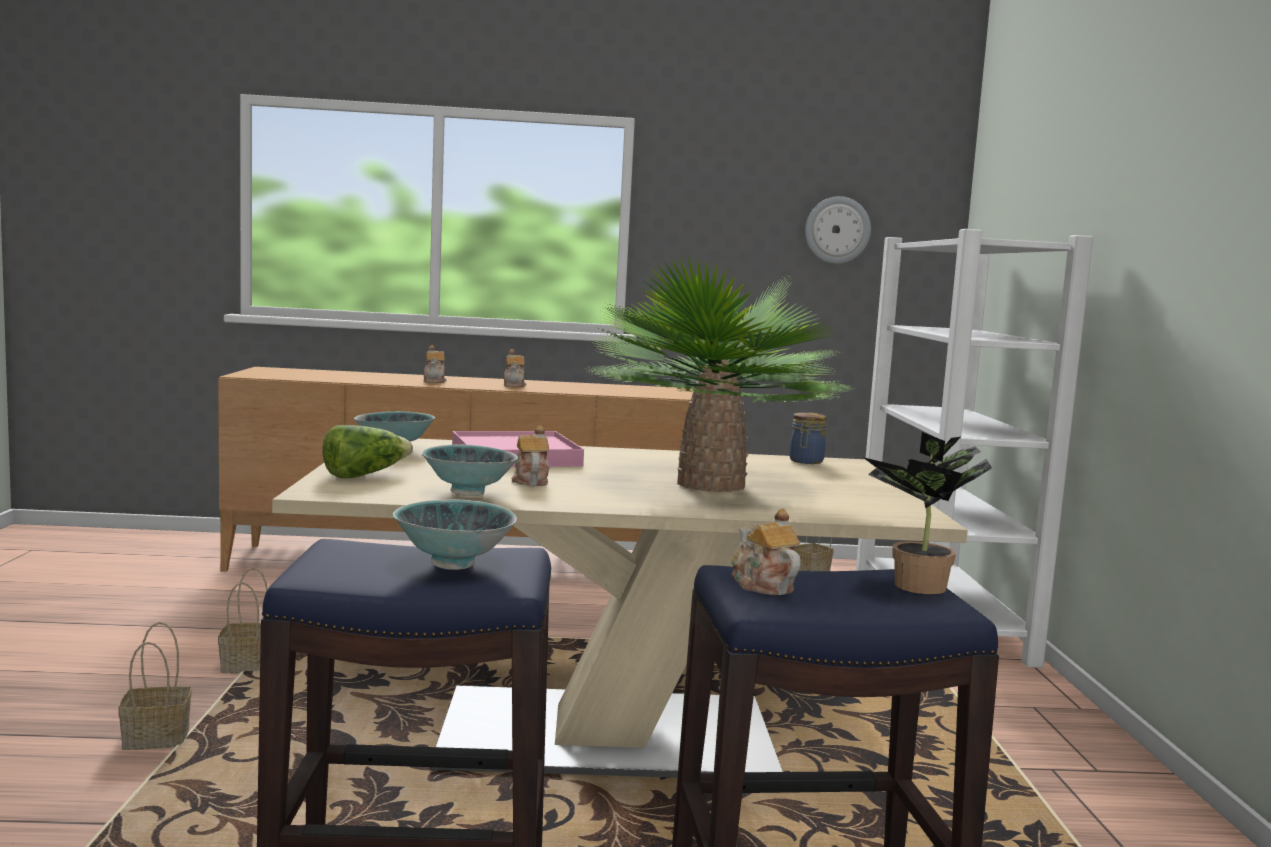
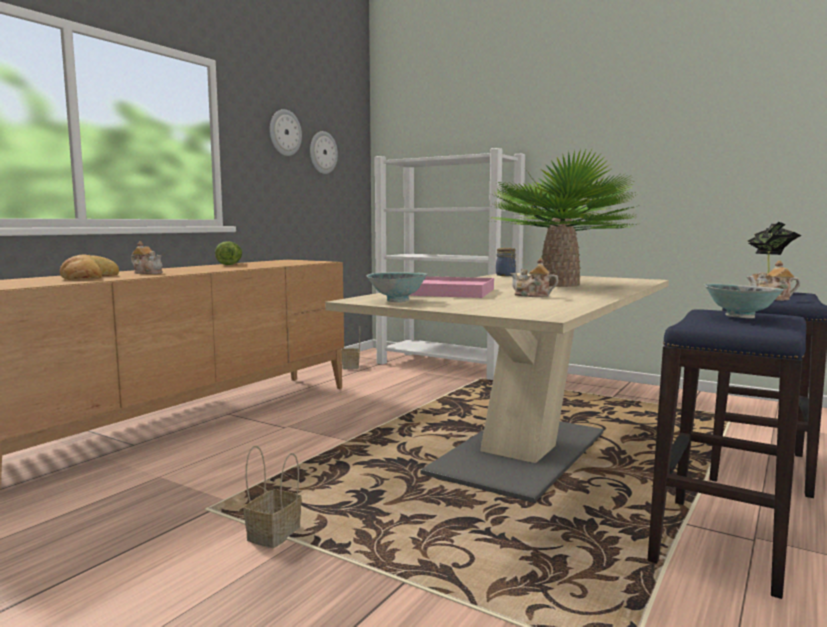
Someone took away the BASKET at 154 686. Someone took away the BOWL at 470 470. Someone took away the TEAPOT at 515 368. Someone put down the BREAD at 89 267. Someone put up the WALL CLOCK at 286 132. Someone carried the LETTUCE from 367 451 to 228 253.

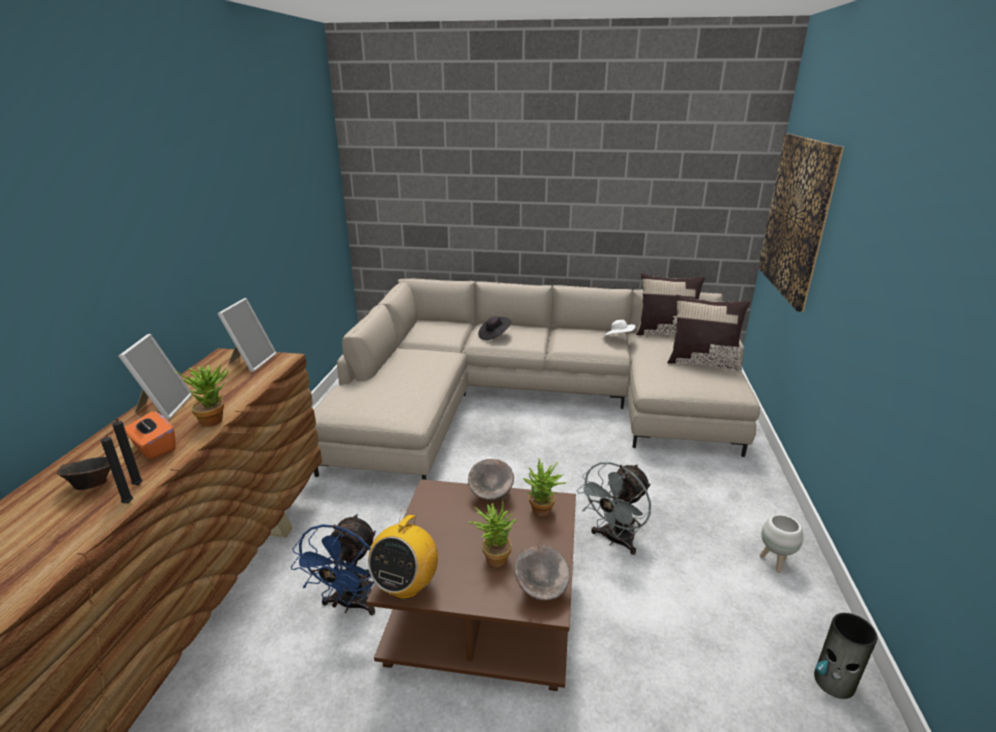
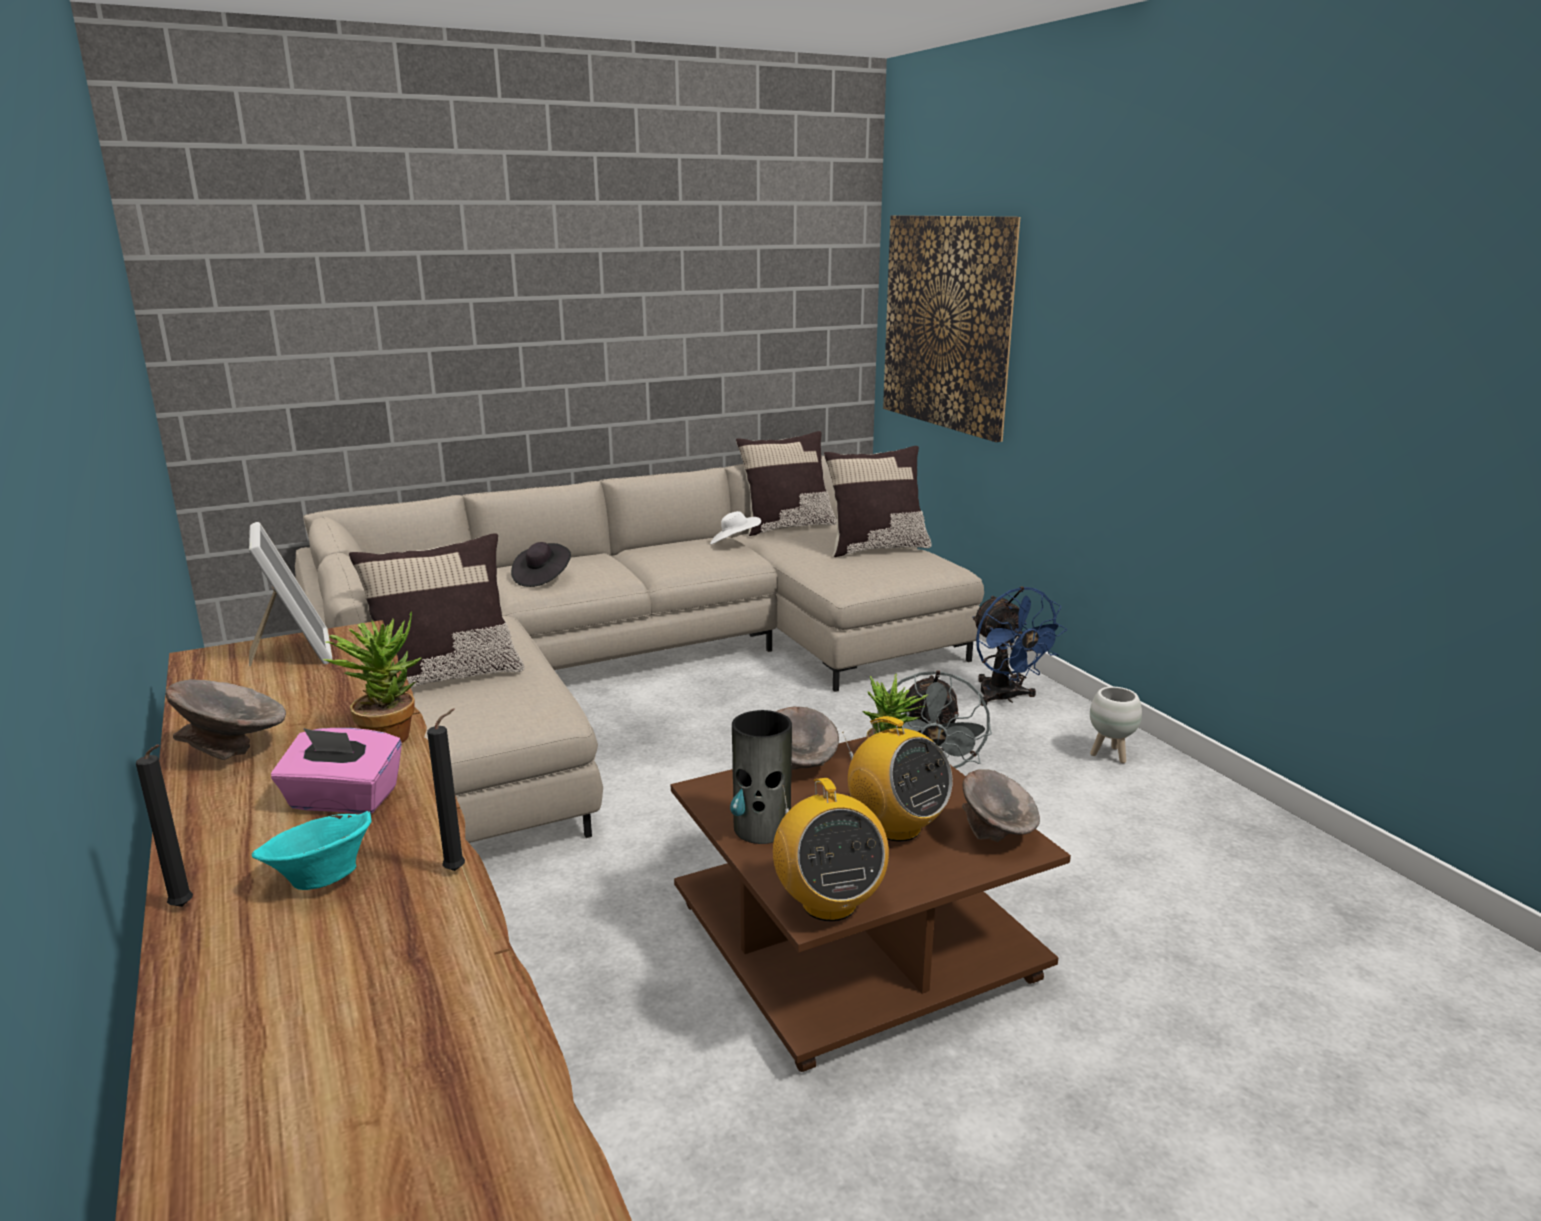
Someone put down the PILLOW at 437 610. Someone carried the BLACK CANDLE from 127 452 to 164 826. Someone carried the BLUE FAN from 333 564 to 1019 646. Someone carried the VASE from 846 656 to 761 777. Someone swapped the PICTURE FRAME at 155 377 for the GREY BOWL at 226 719. Someone swapped the POTTED PLANT at 492 533 for the RADIO at 897 779. Someone repainted the BROWN BOWL at 84 473, which became the TURQUOISE BOWL at 311 850. Someone repainted the ORANGE TISSUE BOX at 149 435, which became the PINK TISSUE BOX at 336 771.

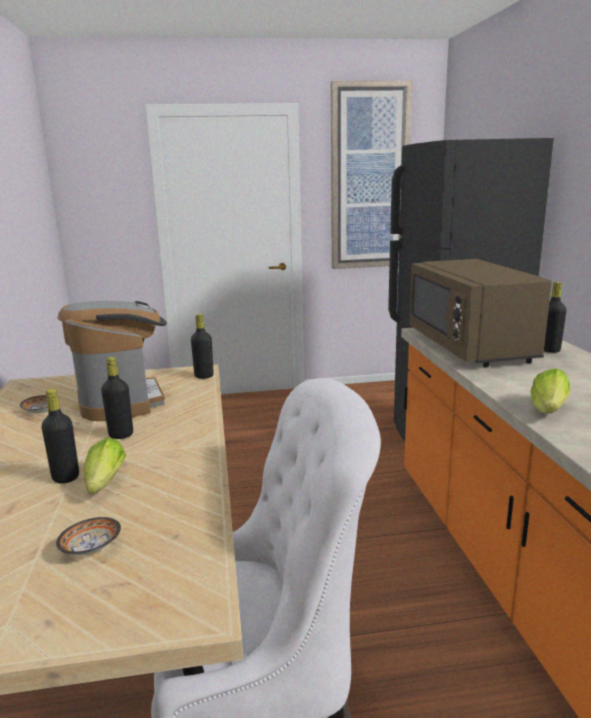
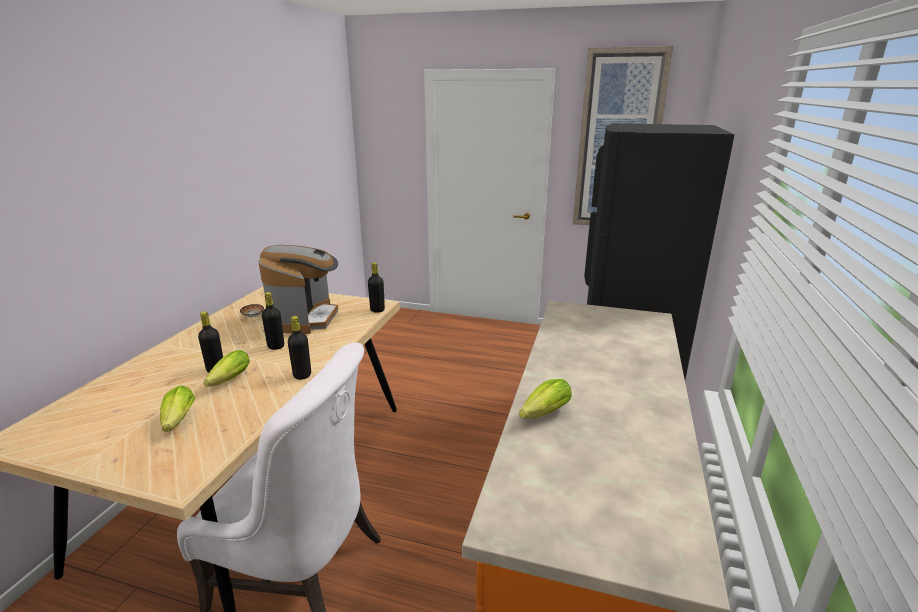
Someone took away the BROWN MICROWAVE at 480 313. Someone carried the BLACK BOTTLE from 555 317 to 299 348. Someone swapped the BOWL at 88 536 for the LETTUCE at 177 409.

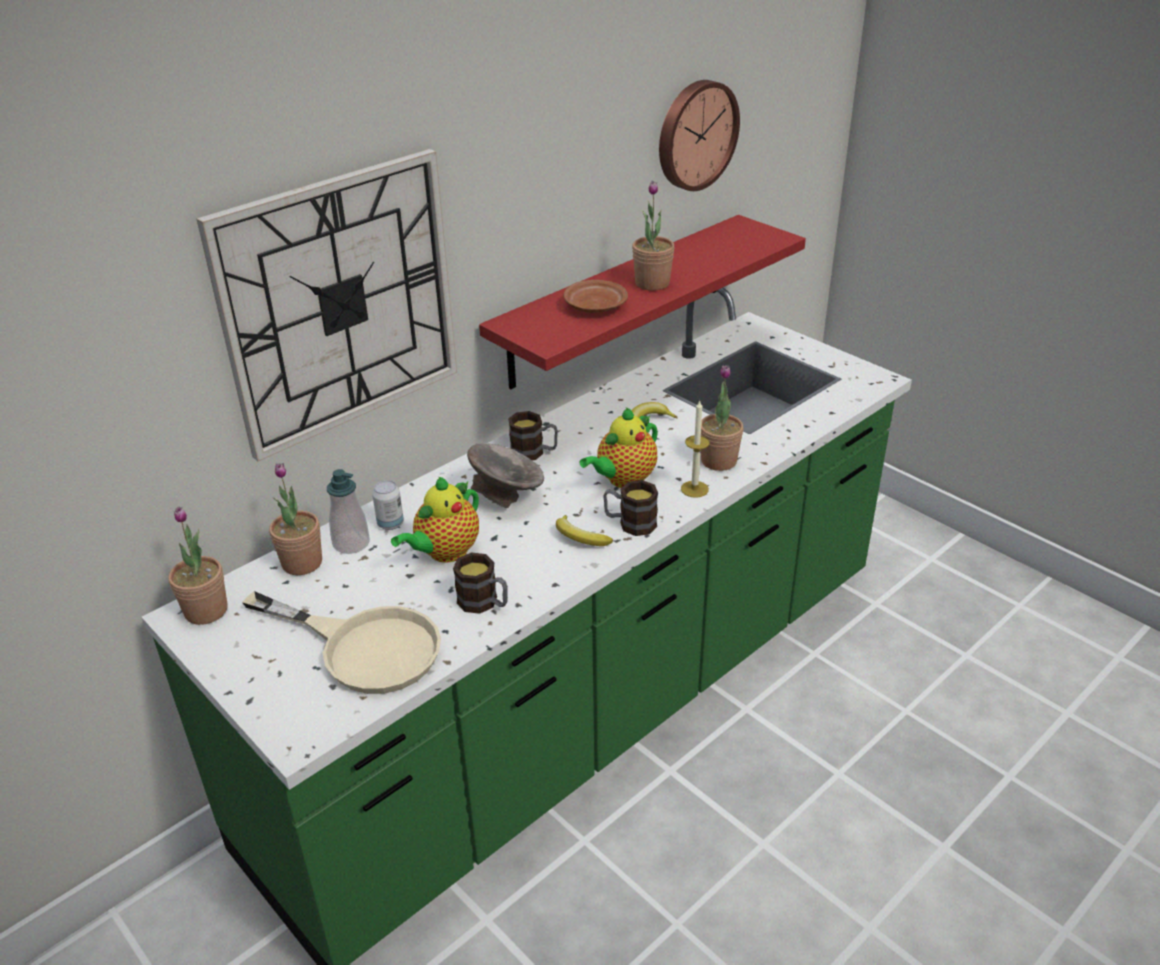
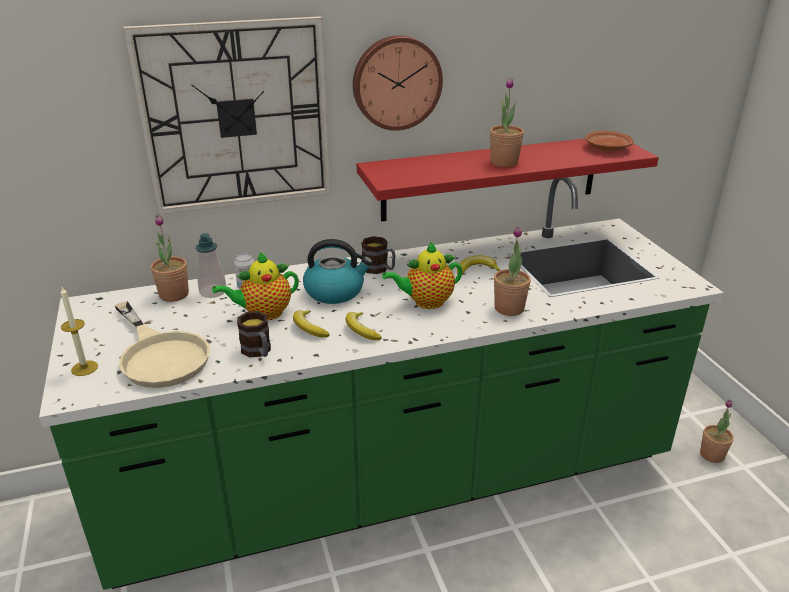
Someone took away the MUG at 630 508. Someone put down the BANANA at 311 323. Someone carried the POTTED PLANT from 198 566 to 717 431. Someone carried the BROWN PLATE from 596 296 to 609 141. Someone carried the WALL CLOCK from 699 135 to 398 83. Someone carried the CANDLE from 695 449 to 79 331. Someone swapped the GREY BOWL at 505 475 for the KETTLE at 338 271.

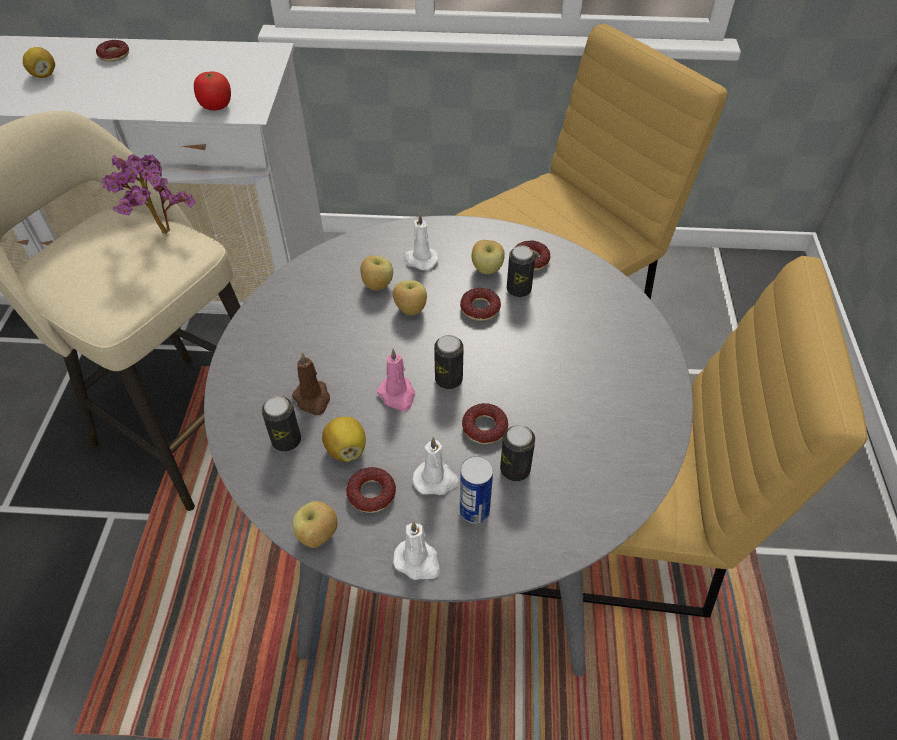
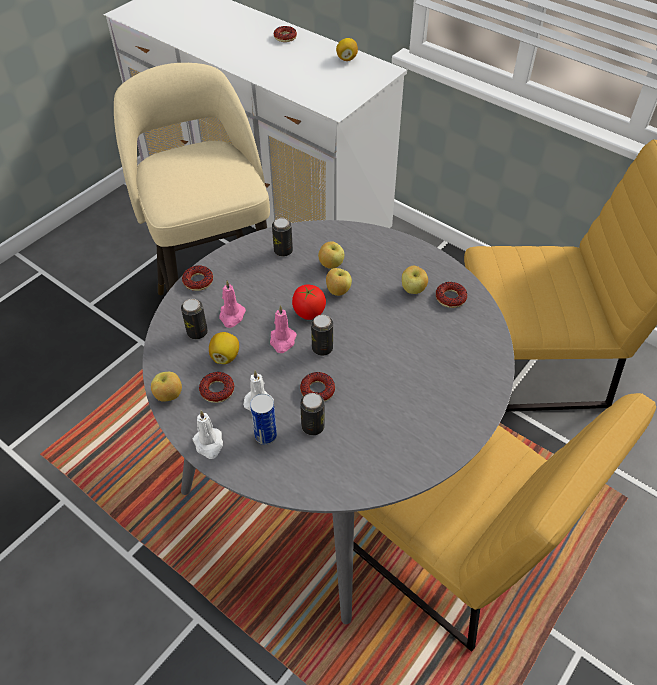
Someone took away the POTTED PLANT at 148 194. Someone took away the WHITE CANDLE at 421 241. Someone carried the LEMON from 39 62 to 347 49. Someone carried the TOMATO from 212 91 to 309 302. Someone carried the DONUT from 480 304 to 197 278. Someone carried the CAN from 521 271 to 282 237. Someone repainted the BROWN CANDLE at 311 384, which became the PINK CANDLE at 232 304.

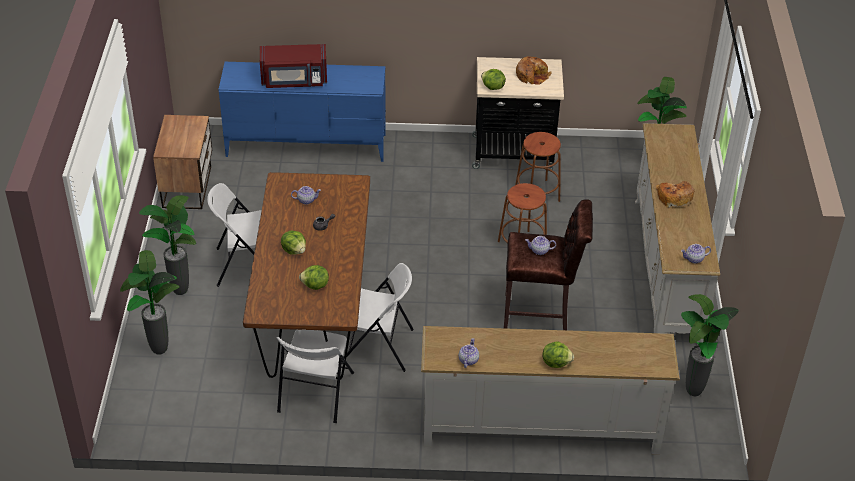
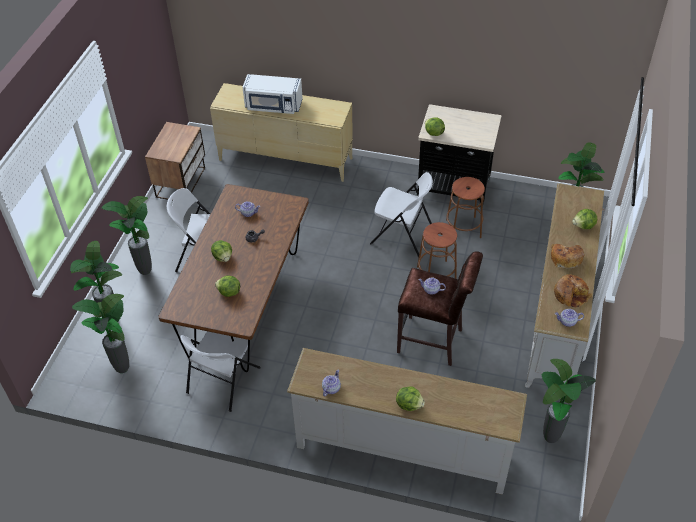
Someone put down the POTTED PLANT at 100 333. Someone put down the LETTUCE at 584 219. Someone carried the WHITE CHAIR from 378 317 to 401 214. Someone carried the BREAD from 534 70 to 573 291. Someone repainted the BLUE DRESSER at 302 112, which became the BEIGE DRESSER at 281 132. Someone repainted the RED MICROWAVE at 293 66, which became the WHITE MICROWAVE at 272 94.

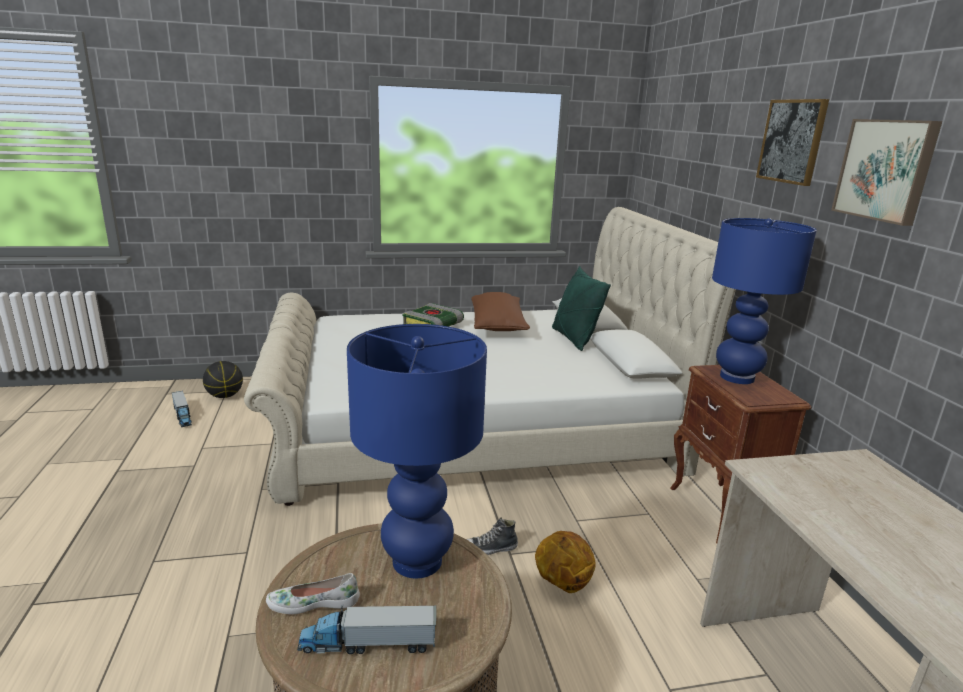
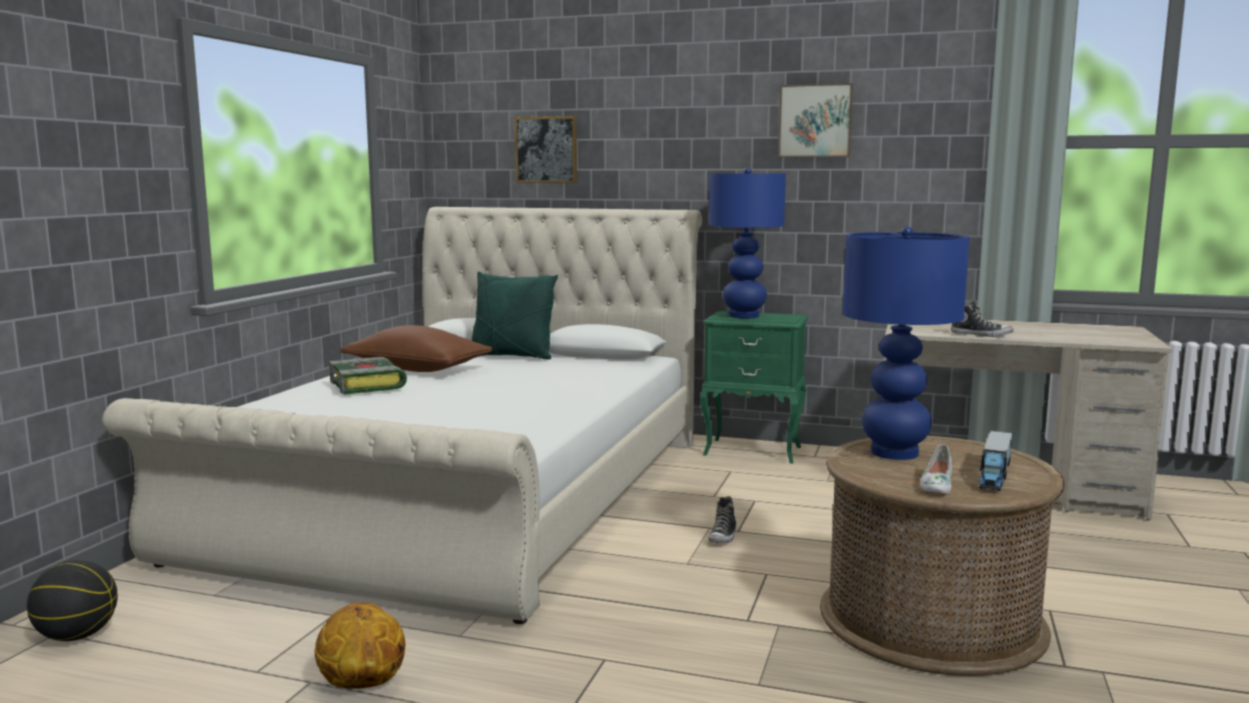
Someone took away the TOY TRUCK at 182 409. Someone put down the SHOE at 982 318. Someone carried the BASKETBALL from 565 562 to 360 645. Someone carried the PICTURE from 792 142 to 546 149. Someone repainted the BROWN NIGHTSTAND at 741 454, which became the GREEN NIGHTSTAND at 754 387.

